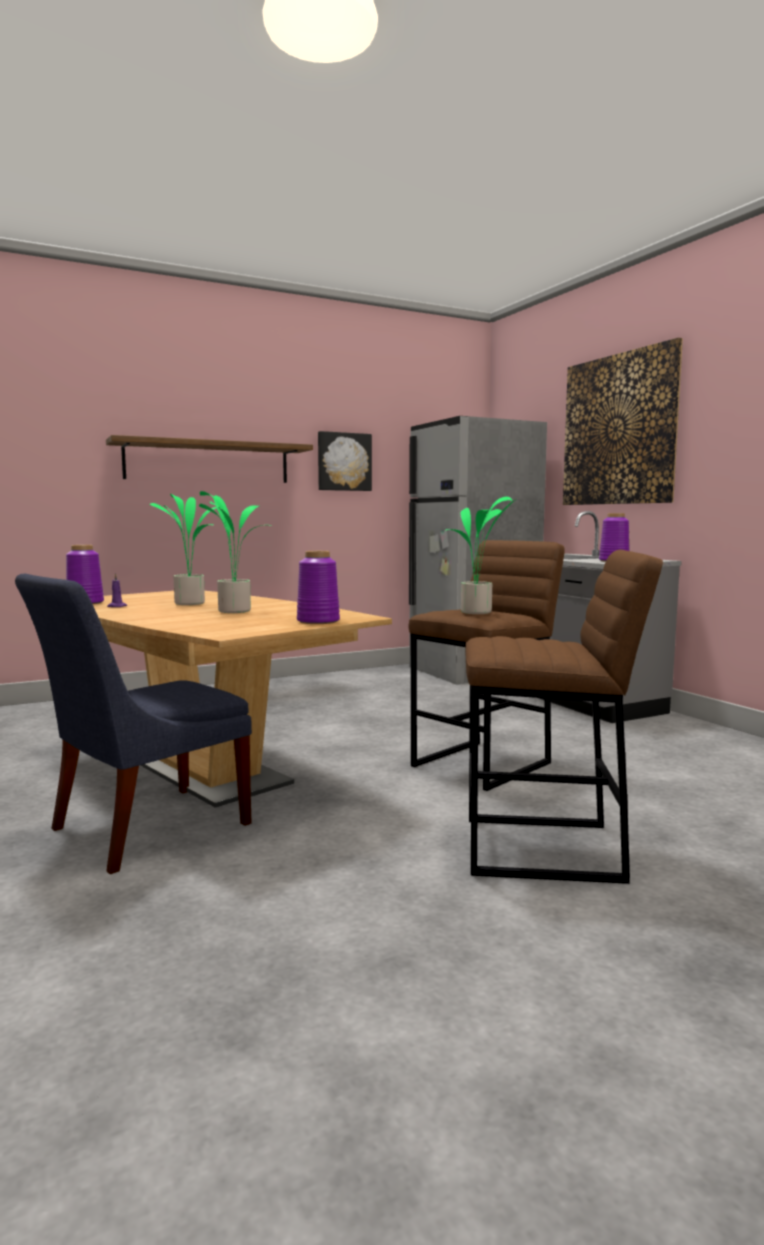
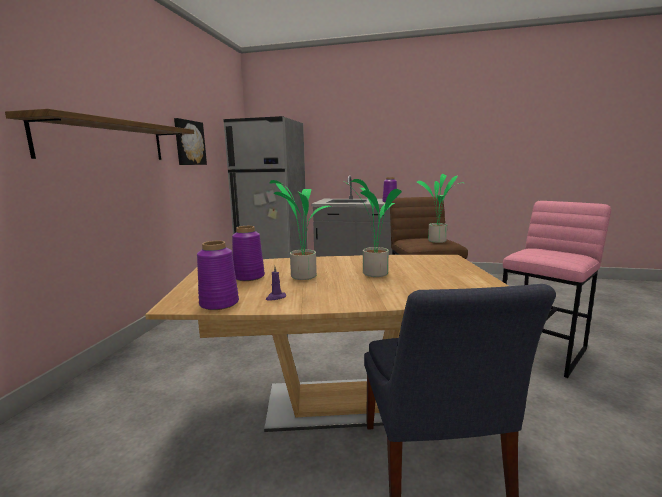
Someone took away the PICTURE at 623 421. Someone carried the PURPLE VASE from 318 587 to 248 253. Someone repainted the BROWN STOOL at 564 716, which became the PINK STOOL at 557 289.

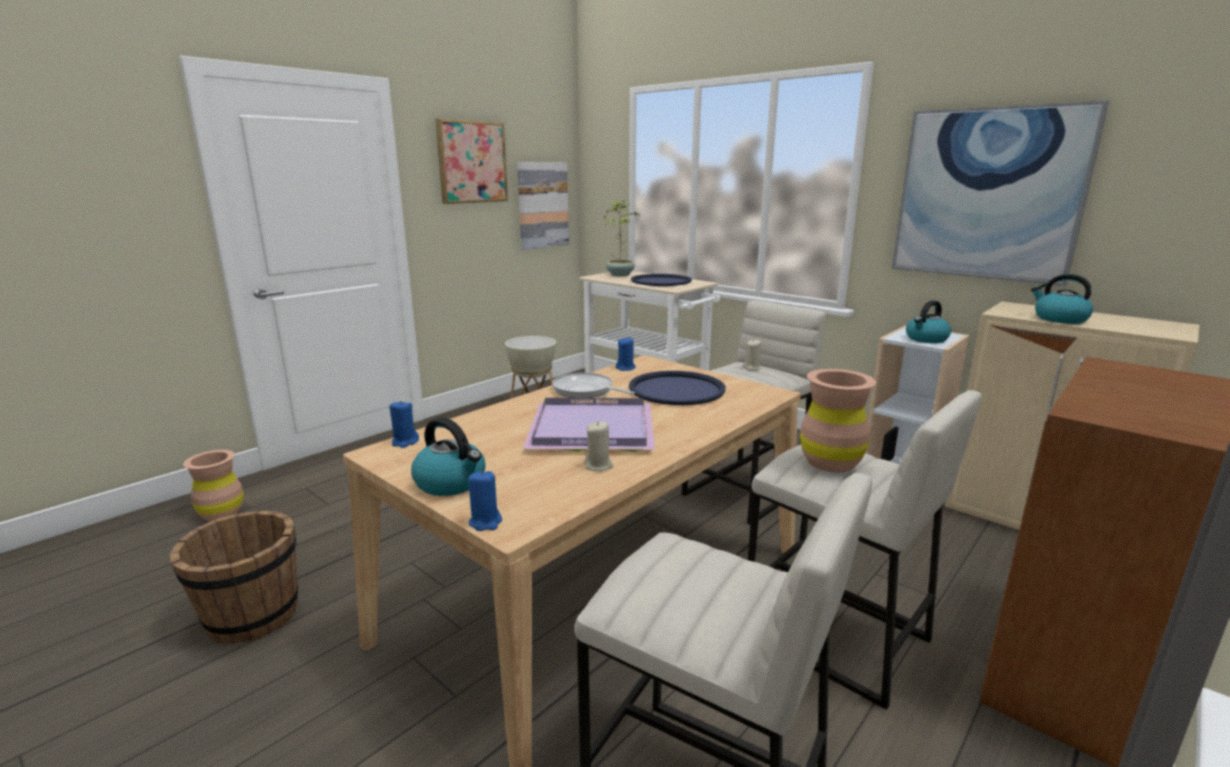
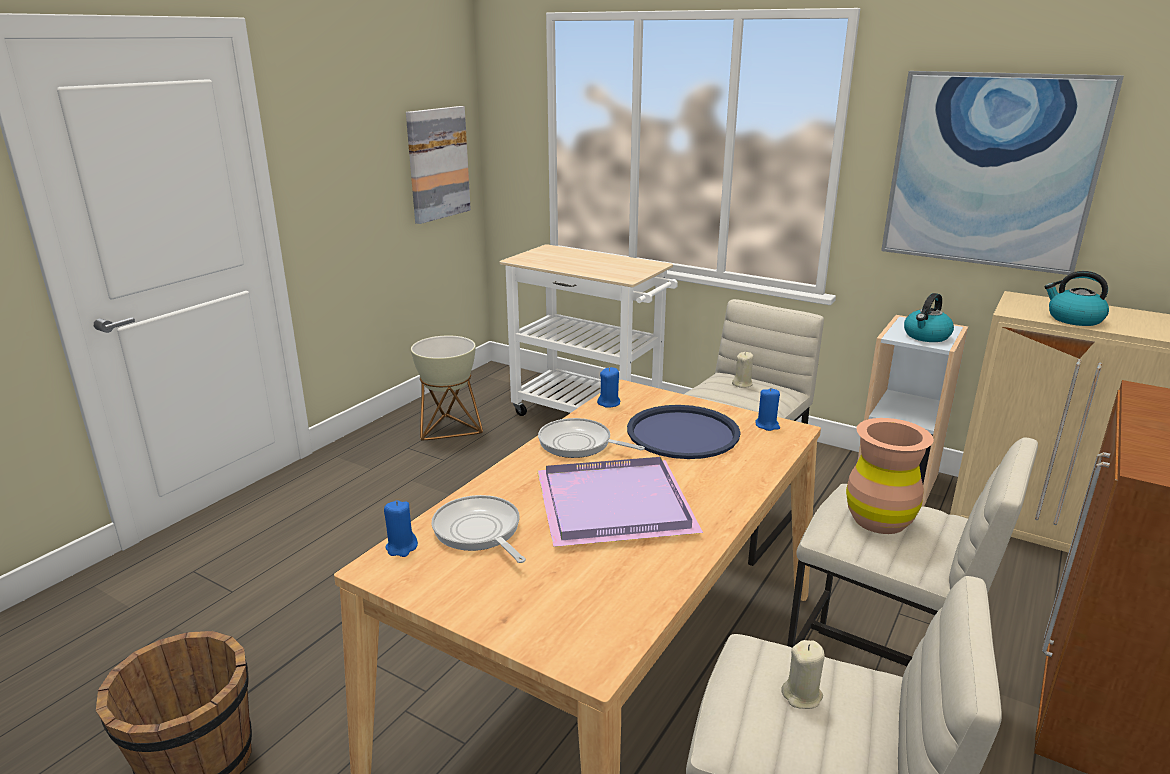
Someone took away the BROWN VASE at 213 485. Someone took away the KETTLE at 448 456. Someone took away the PICTURE at 471 161. Someone took away the POTTED PLANT at 622 238. Someone took away the BLUE TRAY at 661 280. Someone put down the FRYING PAN at 478 529. Someone carried the BLUE CANDLE from 485 500 to 767 409. Someone carried the BEIGE CANDLE from 598 446 to 803 674.

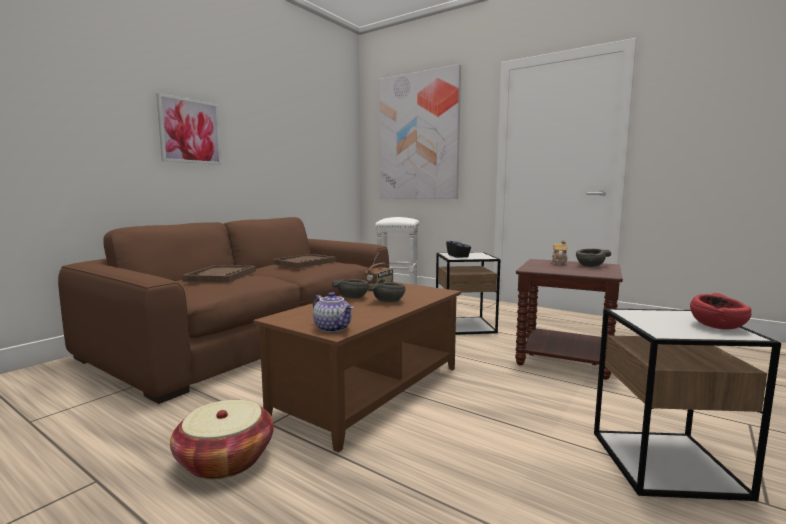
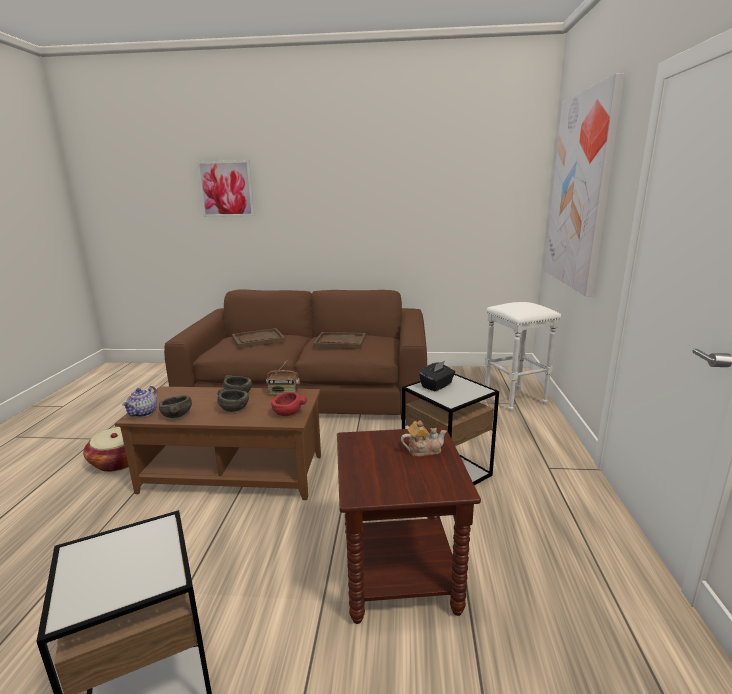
Someone carried the PICTURE from 189 129 to 225 188. Someone carried the GREY BOWL from 593 258 to 175 406. Someone carried the RED BOWL from 721 311 to 289 404.

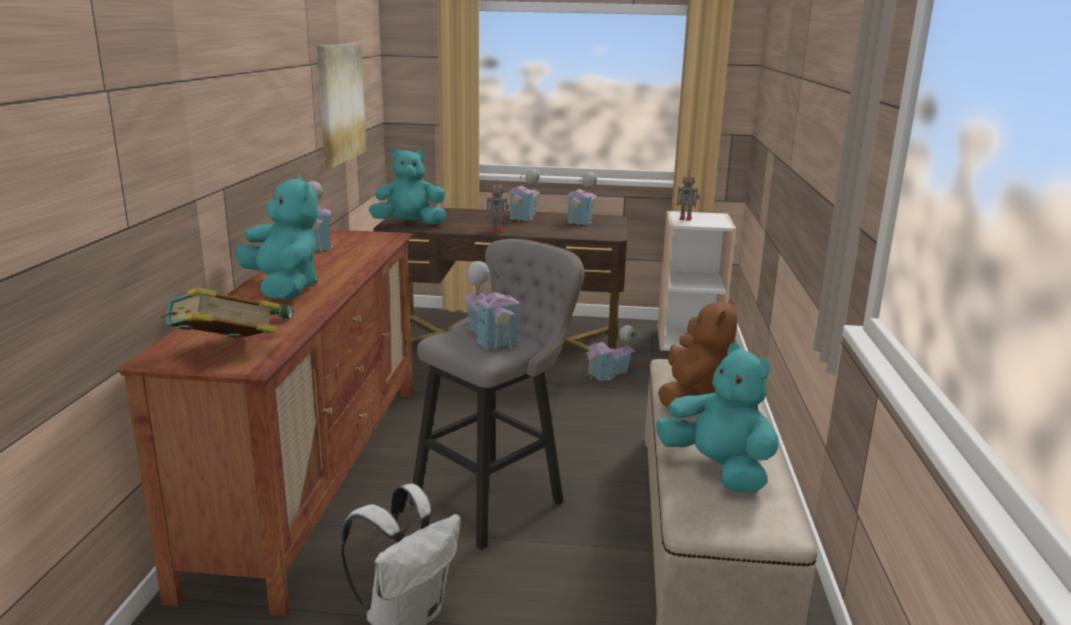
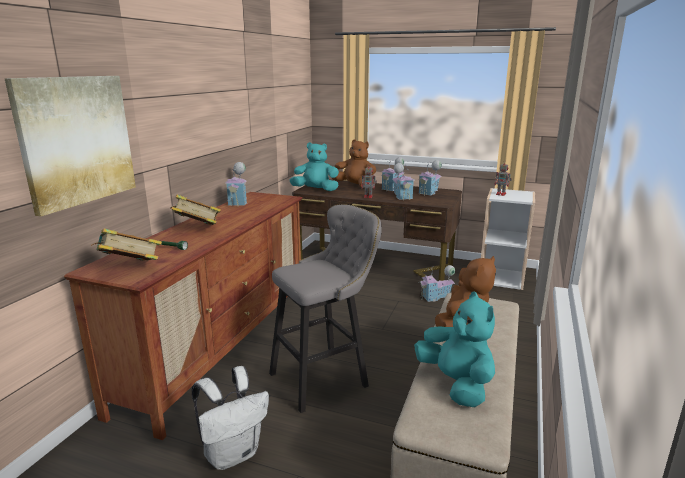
Someone put down the BROWN PLUSH TOY at 354 164. Someone carried the PICTURE from 341 105 to 70 146. Someone carried the TOY HOUSE from 491 305 to 403 181. Someone swapped the TURQUOISE PLUSH TOY at 276 237 for the BOOK at 195 210.

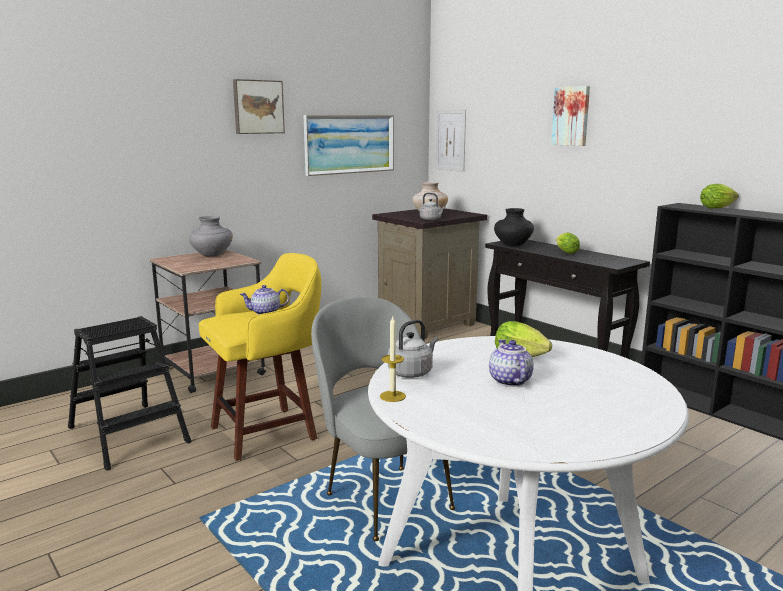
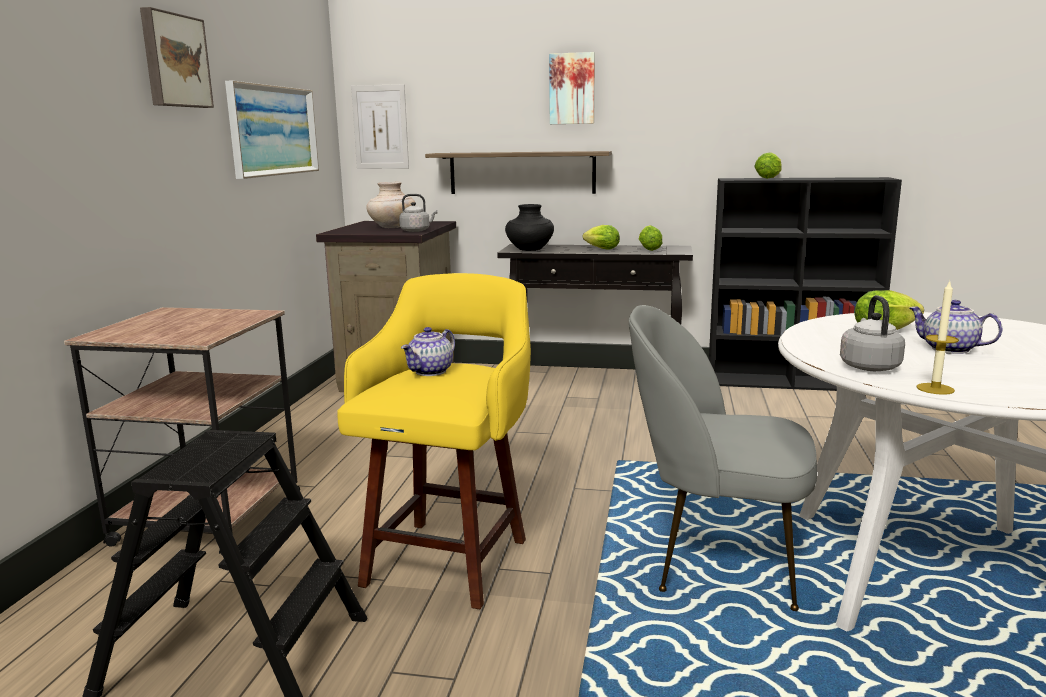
Someone took away the GREY VASE at 211 236. Someone put up the SHELF at 518 172. Someone put down the LETTUCE at 651 238.

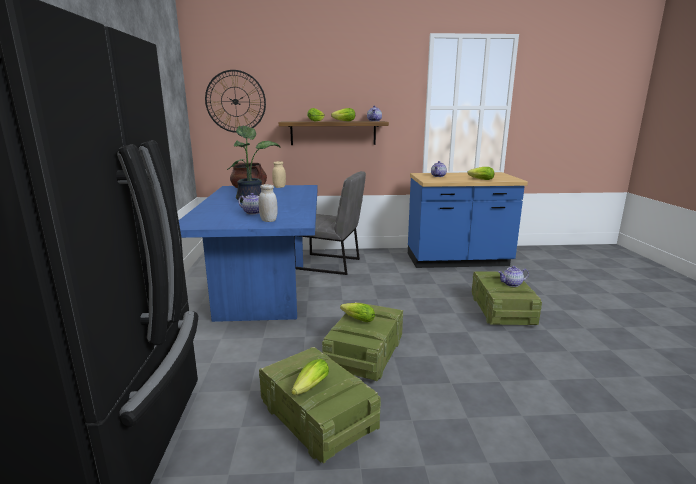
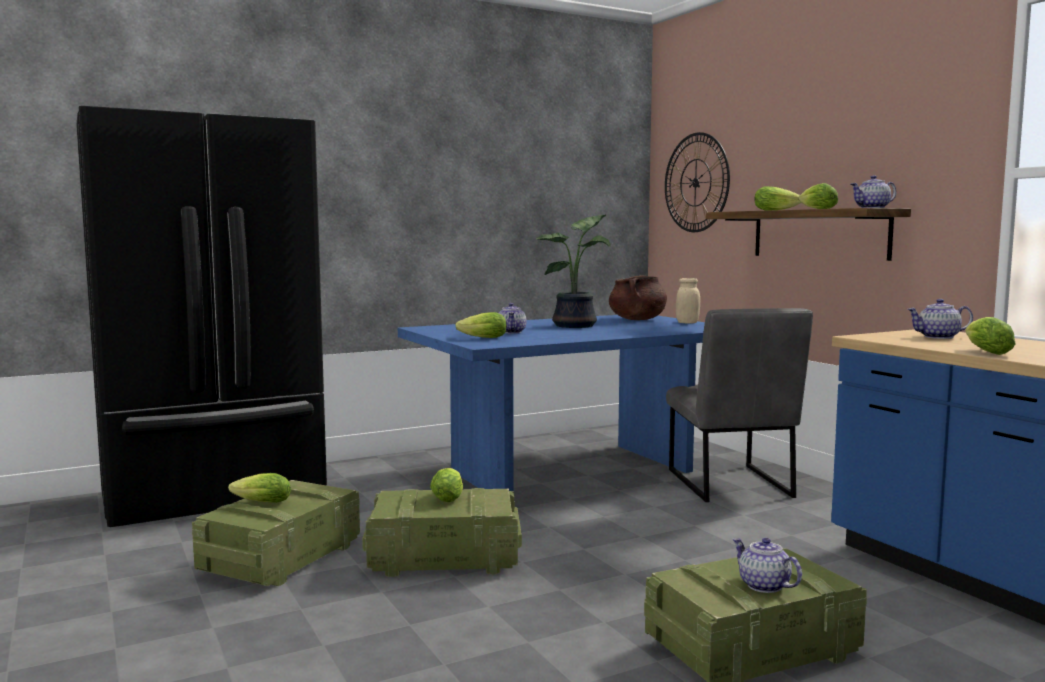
Someone swapped the WHITE JAR at 268 203 for the LETTUCE at 480 325.

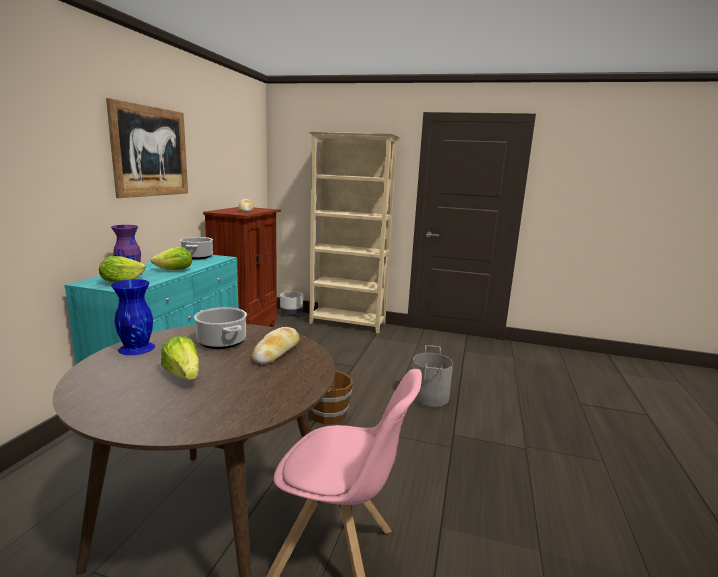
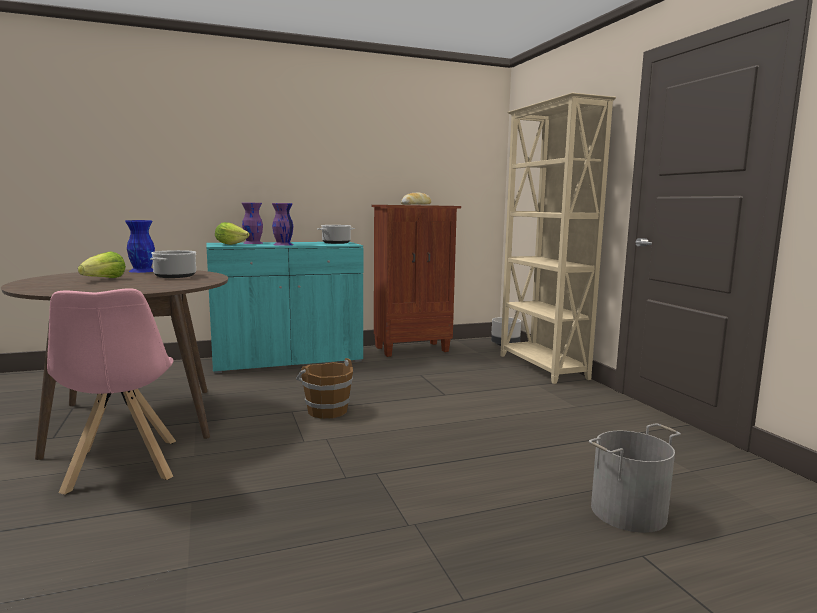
Someone took away the PICTURE at 147 148. Someone took away the BREAD at 275 346. Someone carried the GREY BUCKET from 432 376 to 635 478. Someone swapped the LETTUCE at 171 259 for the PURPLE VASE at 282 224.

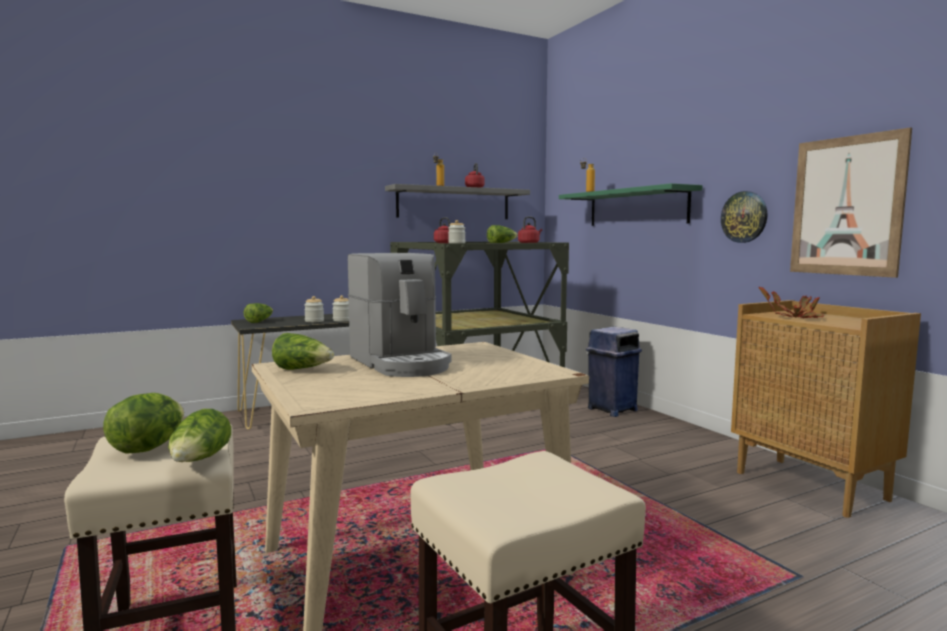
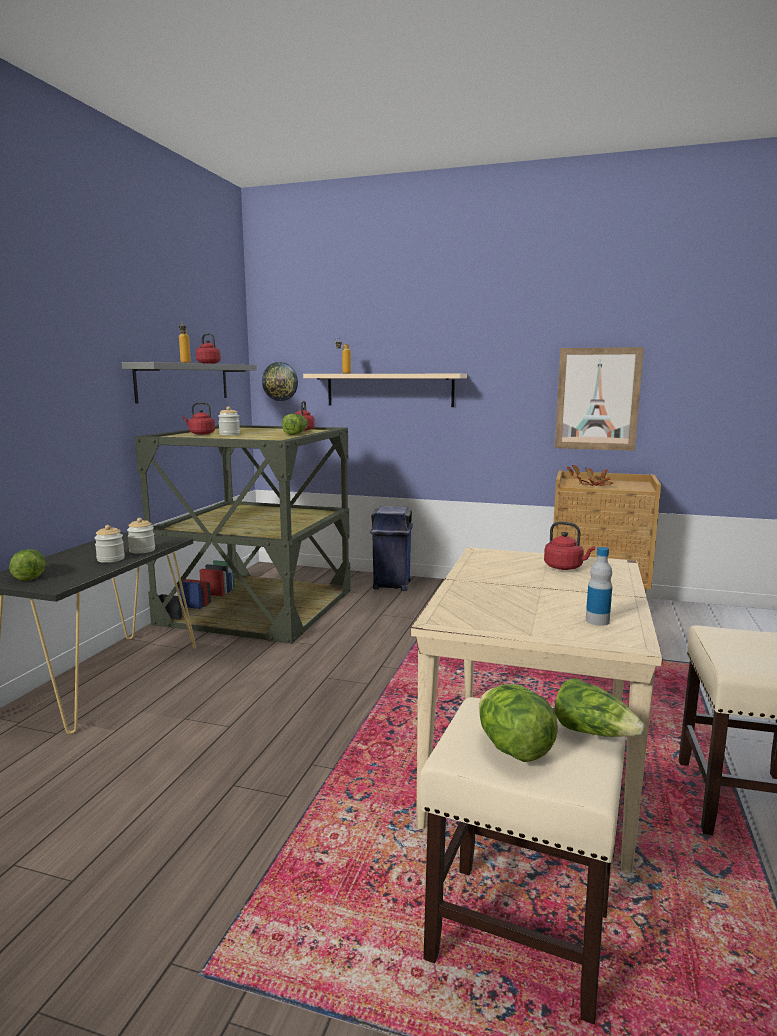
Someone took away the LETTUCE at 303 351. Someone took away the COFFEE MACHINE at 400 315. Someone put down the RED KETTLE at 569 545. Someone put down the BOTTLE at 599 586. Someone carried the WALL CLOCK from 744 217 to 280 381. Someone repainted the GREEN SHELF at 631 204, which became the BEIGE SHELF at 385 390.

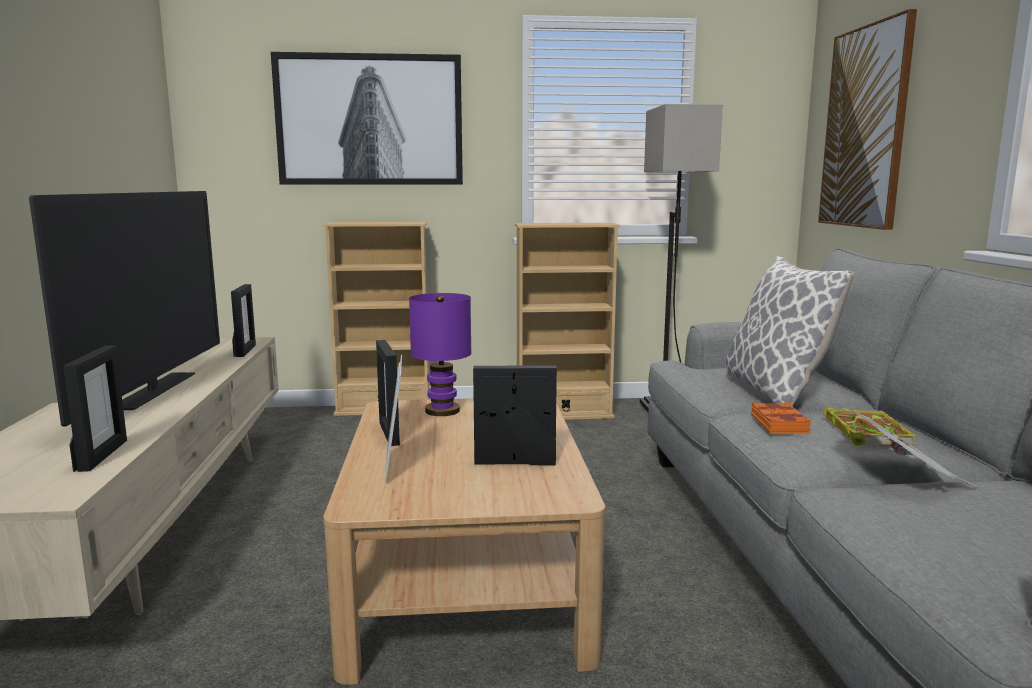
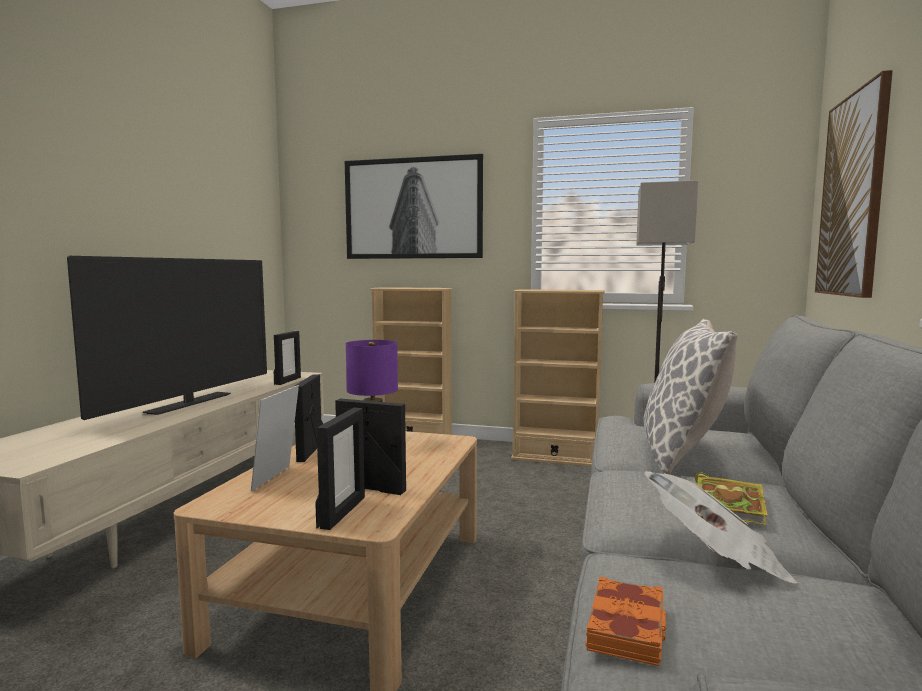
Someone carried the PICTURE FRAME from 95 408 to 340 469. Someone carried the ORANGE BOOK from 781 417 to 626 621.

